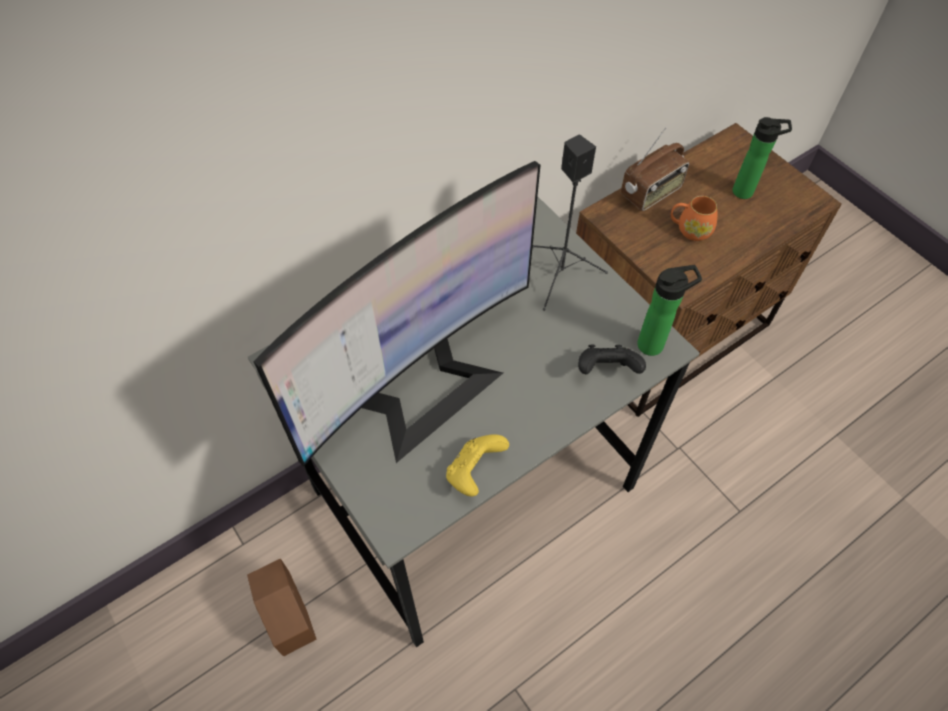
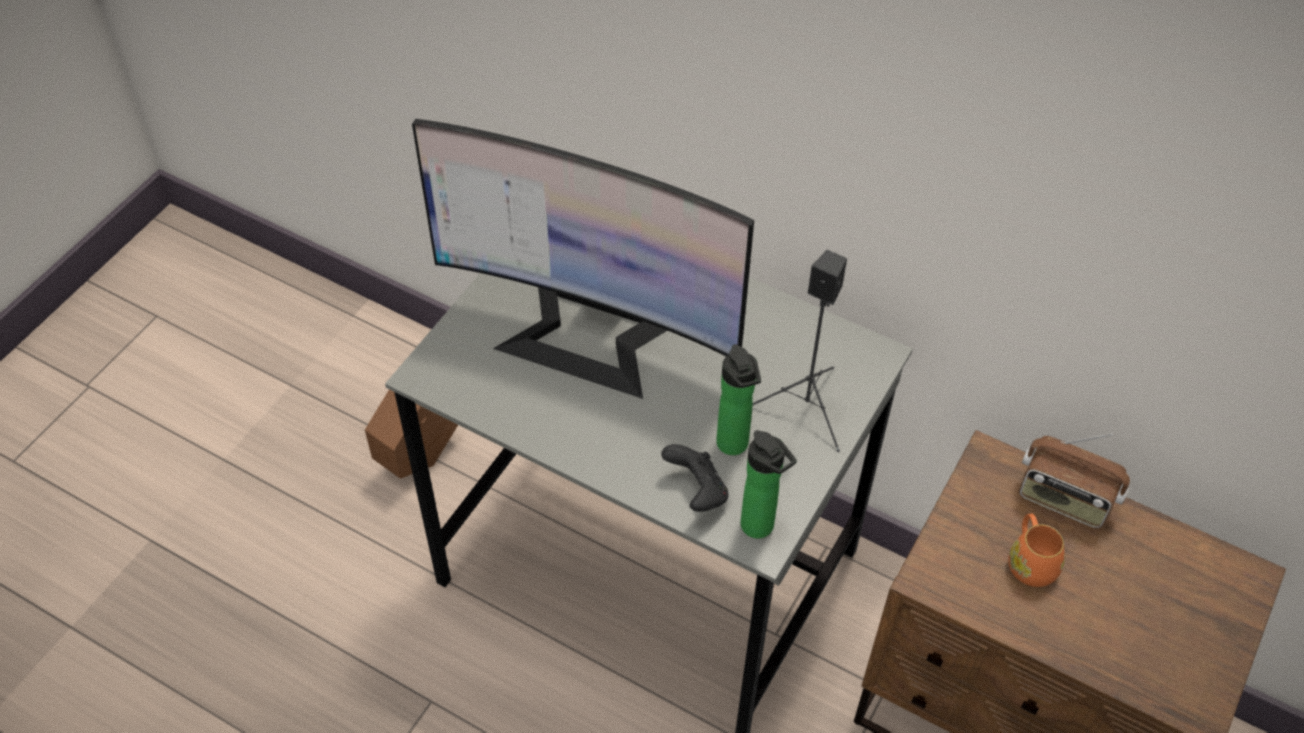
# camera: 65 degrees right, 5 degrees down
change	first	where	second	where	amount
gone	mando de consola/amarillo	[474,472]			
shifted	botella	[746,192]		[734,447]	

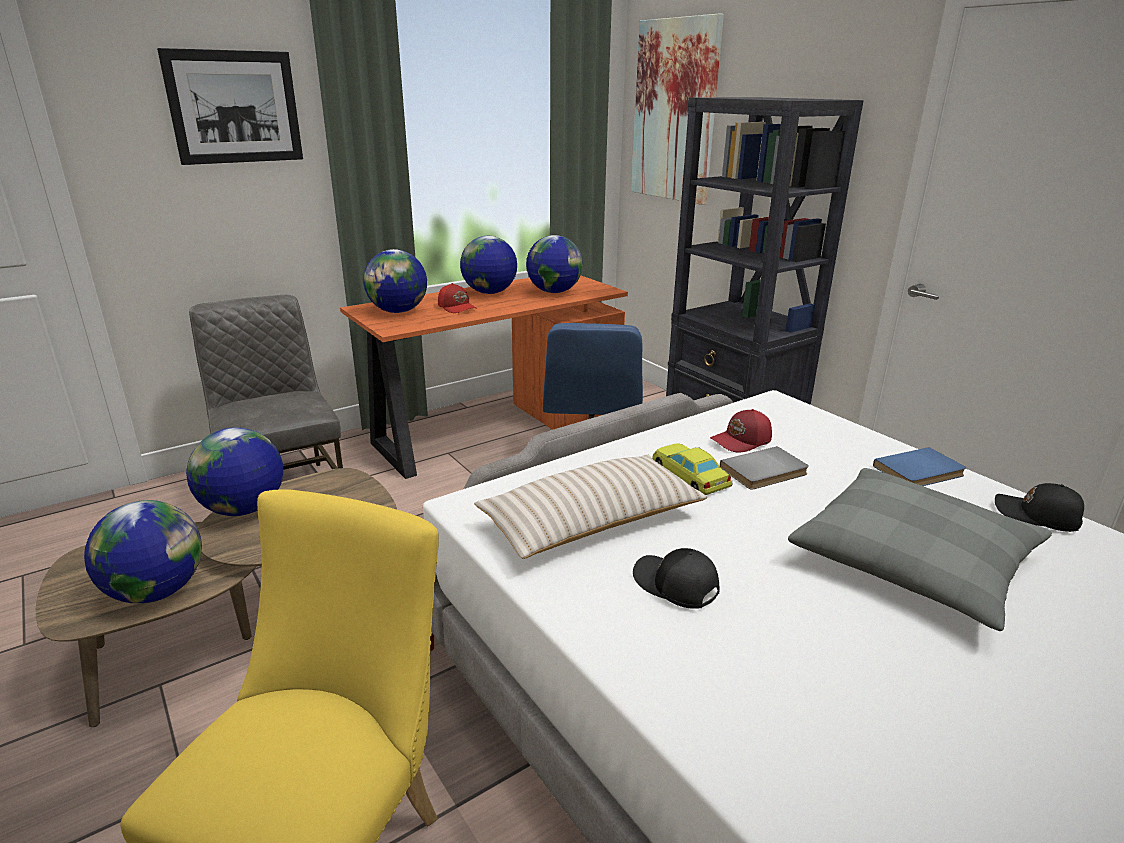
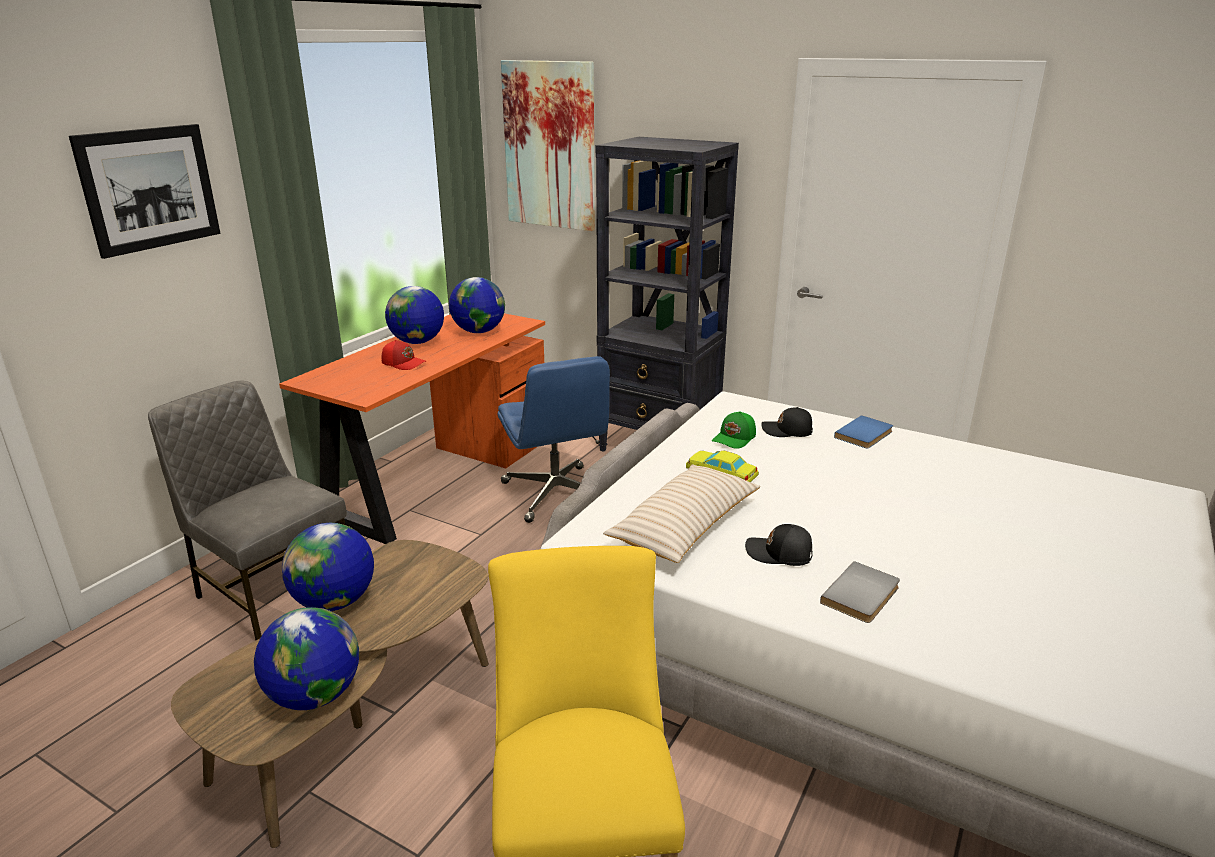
# camera: 25 degrees left, 0 degrees up
change	first	where	second	where	amount
gone	globo terráqueo	[398,311]			
gone	cojín/gris	[913,561]			
shifted	libro/gris	[765,472]		[863,596]	
shifted	gorra/negro	[1037,516]		[787,431]	
repainted	gorra/rojo	[742,441]	gorra/verde	[735,439]	

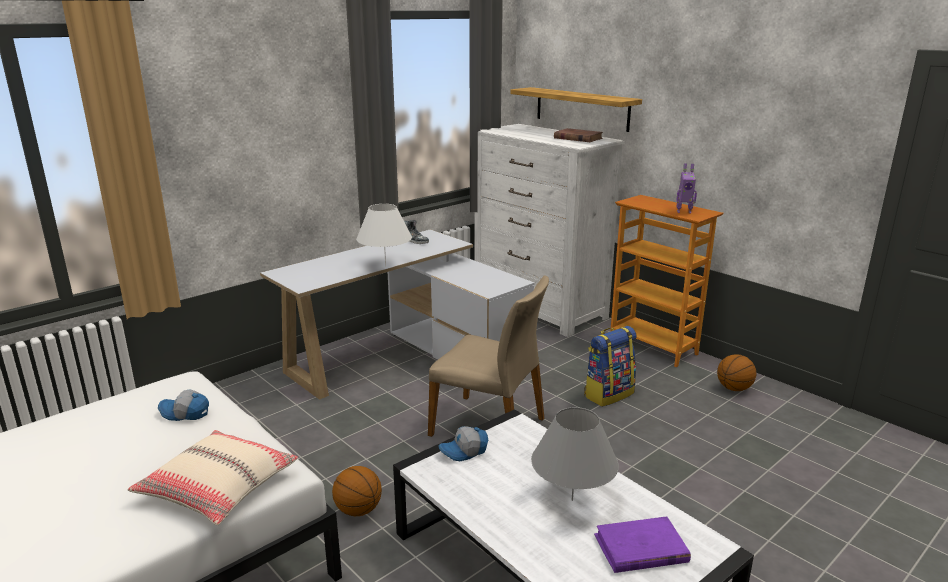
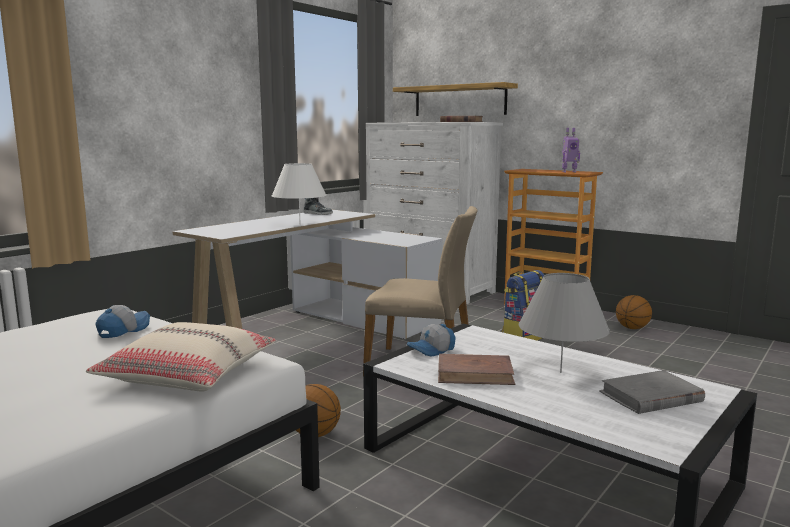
# camera: 10 degrees left, 10 degrees down
change	first	where	second	where	amount
new			libro/marrón	[475,374]	
repainted	libro/morado	[640,549]	libro/gris	[650,397]	
rotated	gorra	[185,413]		[123,330]	120 degrees clockwise

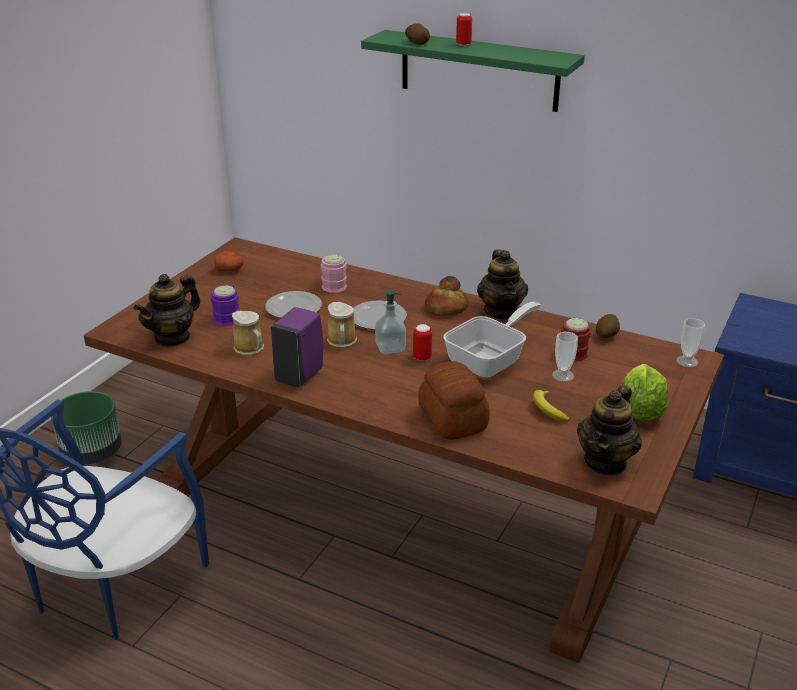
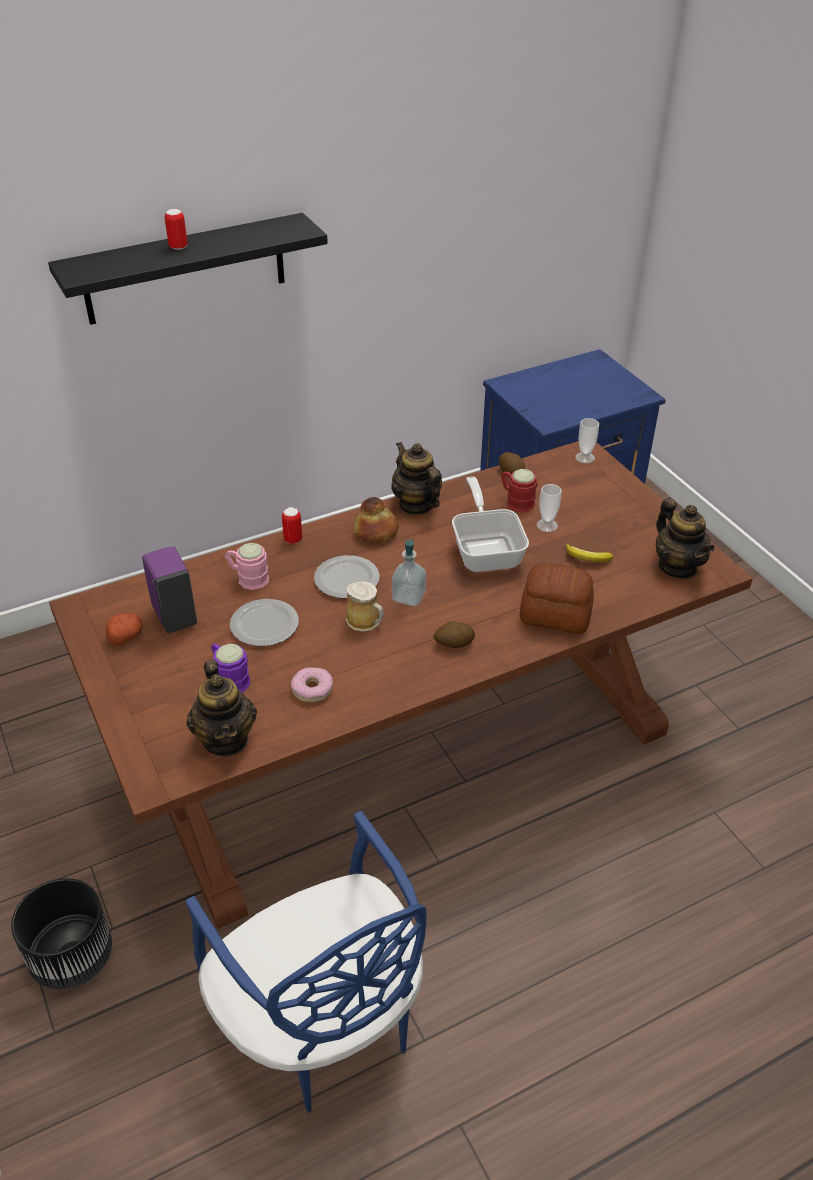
# camera: 55 degrees left, 10 degrees up
change	first	where	second	where	amount
gone	lechuga	[639,411]			
shifted	dispensador de jabón/morado	[300,375]		[174,616]	
shifted	patata	[416,43]		[454,643]	
shifted	lata	[422,358]		[293,540]	
swapped	taza grande	[250,348]	rosquilla	[312,689]	
repainted	maceta/verde	[92,453]	maceta/negro	[71,956]	
repainted	estante/verde	[479,70]	estante/negro	[185,269]	
rotated	tetera	[501,311]		[416,504]	150 degrees counterclockwise

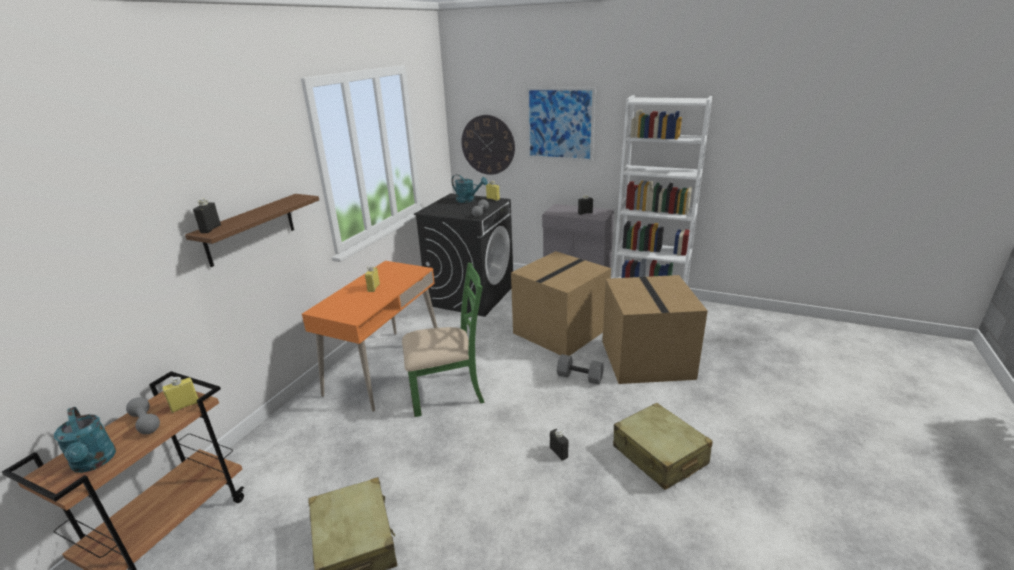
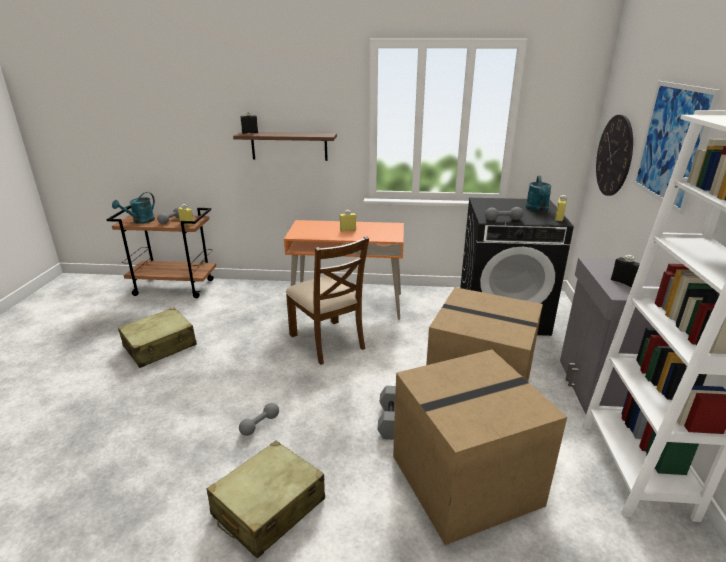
# camera: 70 degrees right, 0 degrees up
change	first	where	second	where	amount
swapped	botella/negro	[558,452]	mancuerna/gris	[260,424]	
repainted	silla/verde	[447,392]	silla/marrón	[328,341]	

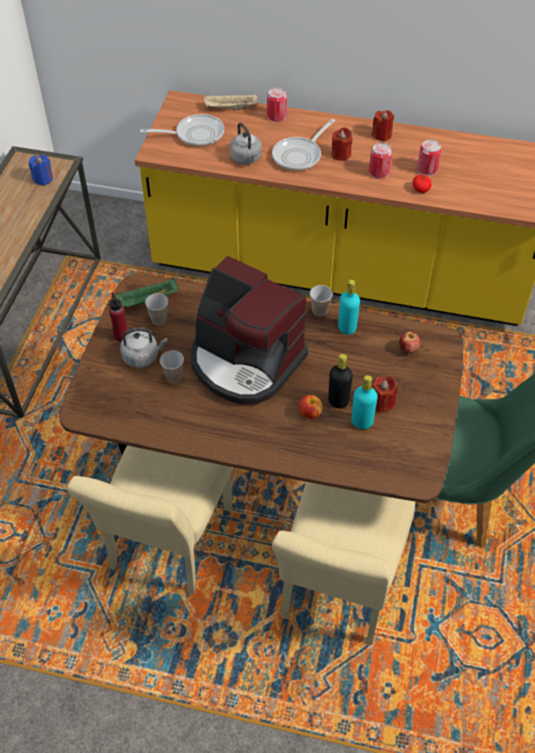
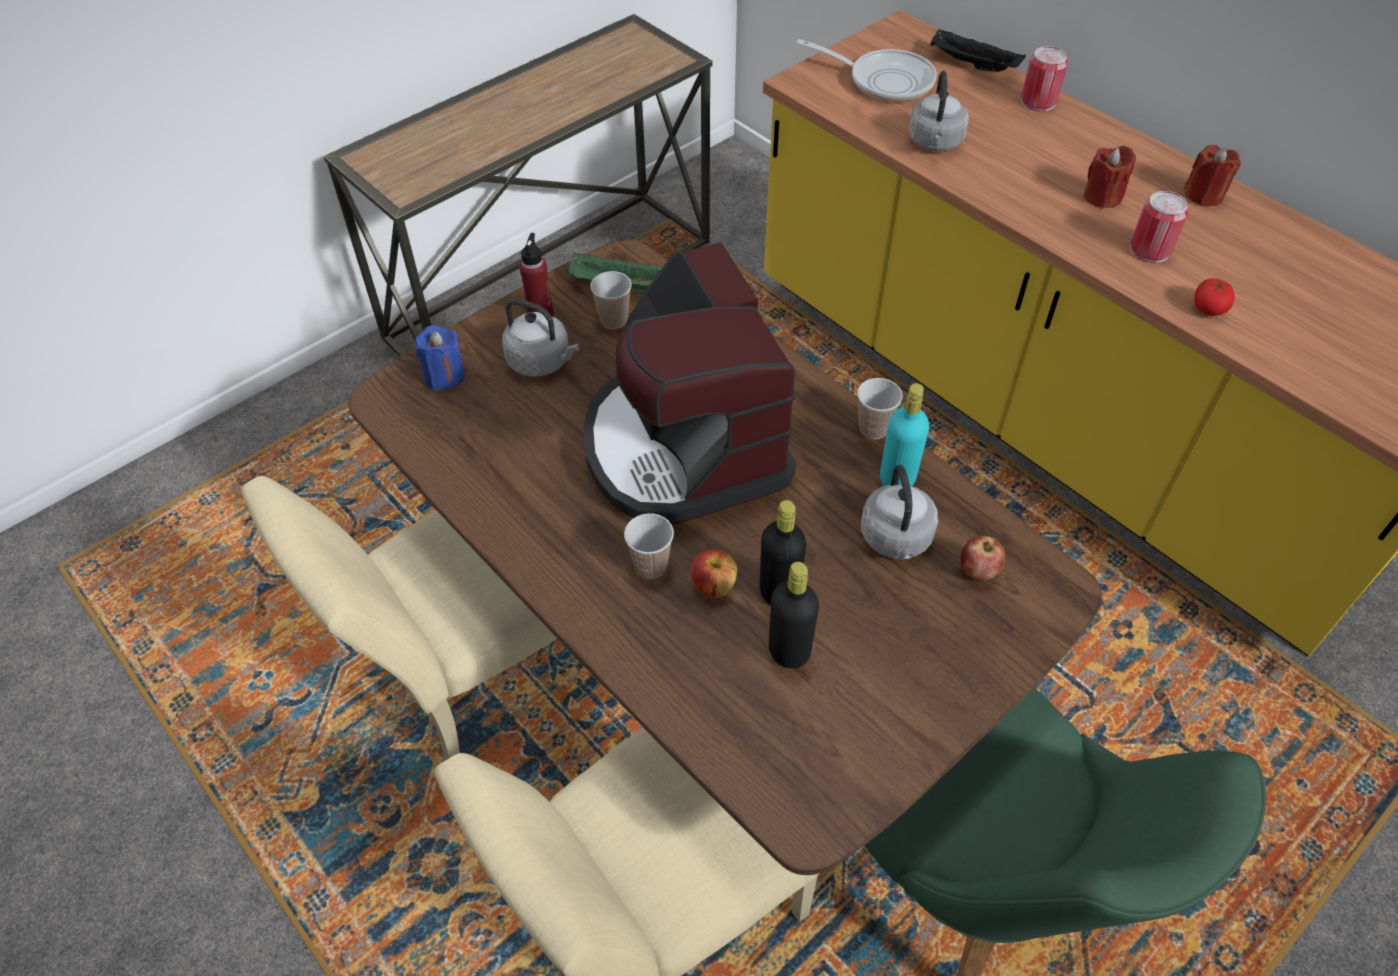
# camera: 35 degrees right, 0 degrees up
change	first	where	second	where	amount
gone	sartén	[299,155]			
gone	vela/rojo	[382,403]			
gone	lata	[427,169]			
new			hervidor/gris	[896,540]	
shifted	vela/azul	[43,179]		[444,375]	
shifted	taza	[174,377]		[651,565]	
repainted	bandeja/beis	[230,108]	bandeja/negro	[971,65]	
repainted	botella/turquesa	[362,422]	botella/negro	[789,651]	

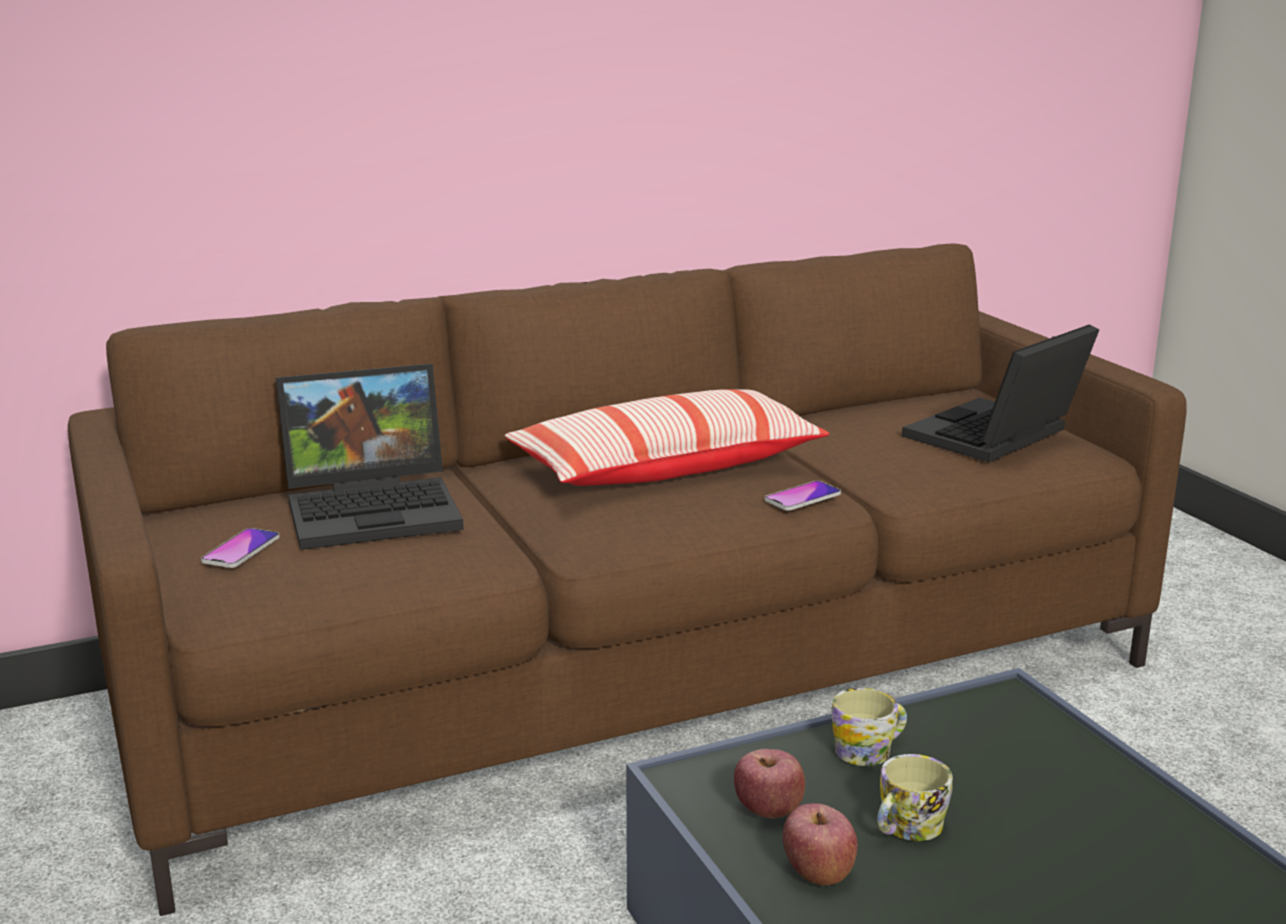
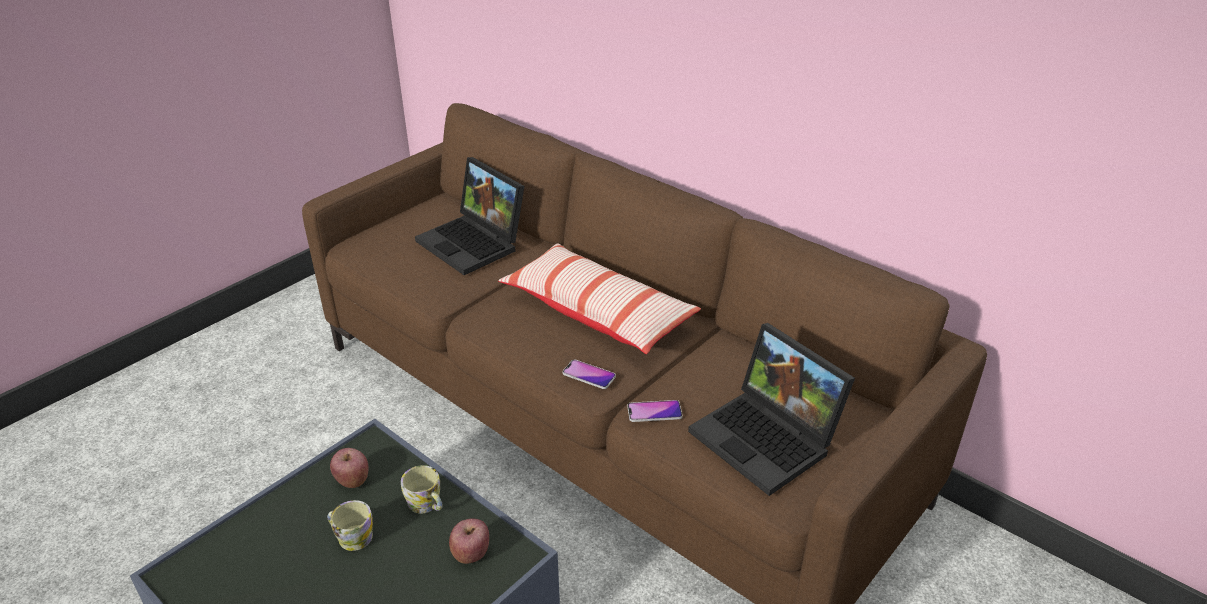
# camera: 65 degrees right, 15 degrees up
change	first	where	second	where	amount
shifted	móvil	[241,550]		[654,412]	
shifted	manzana	[818,872]		[471,553]	
rotated	portátil	[995,438]		[768,439]	150 degrees counterclockwise

